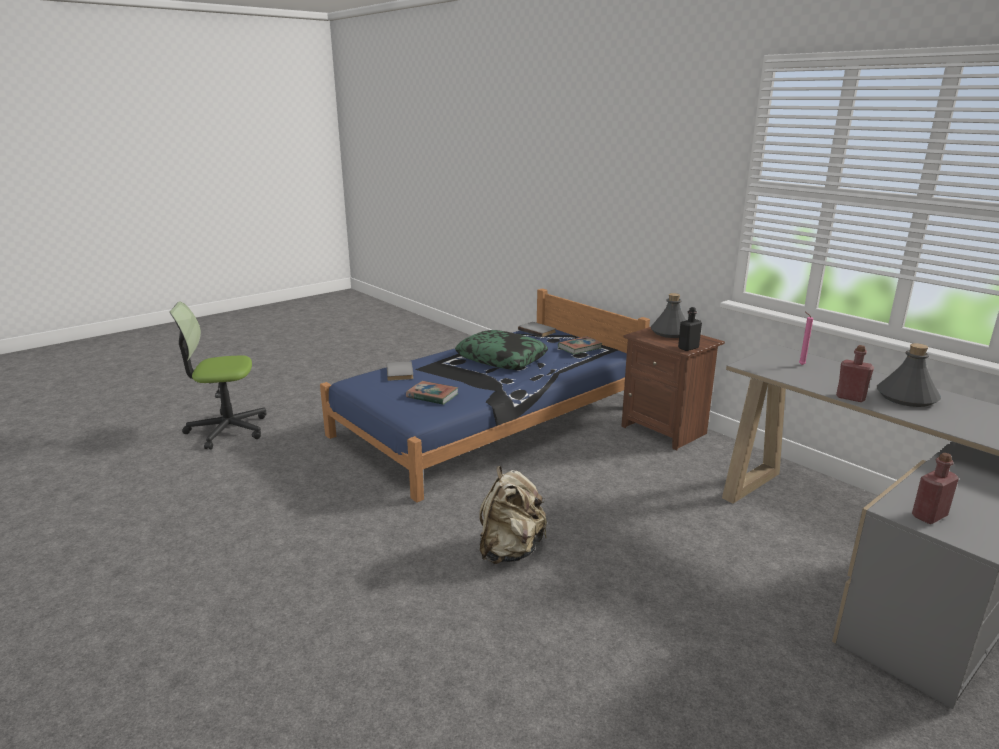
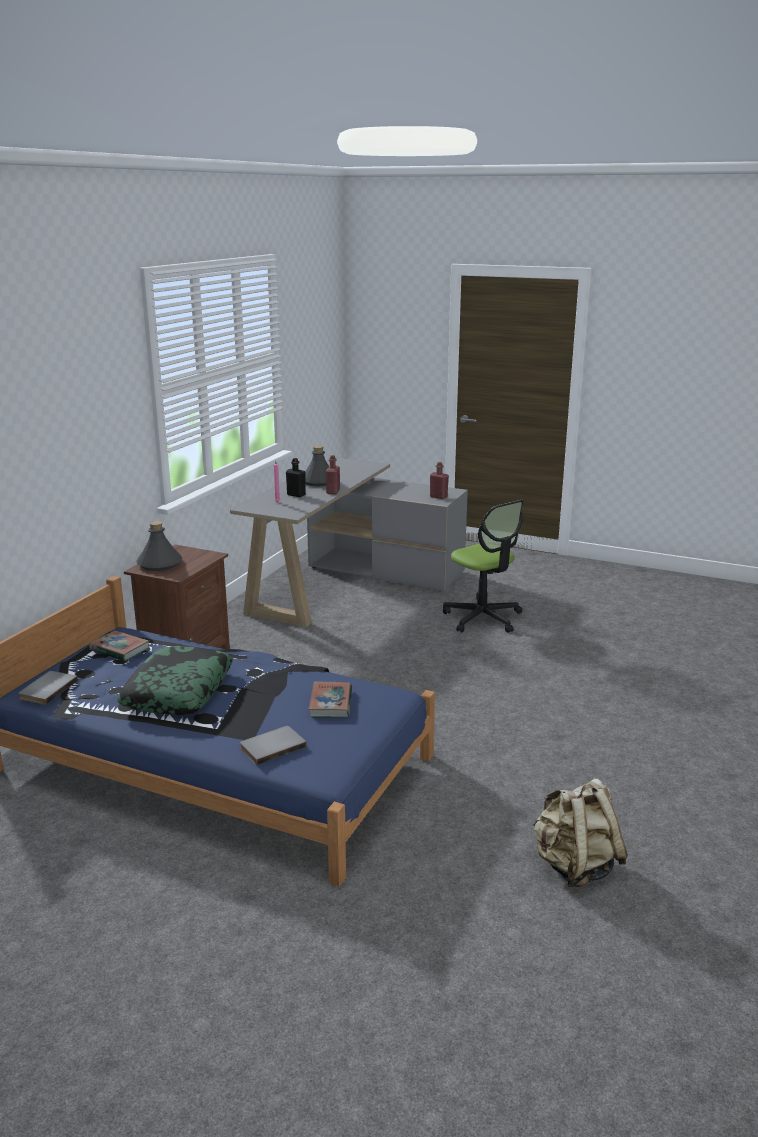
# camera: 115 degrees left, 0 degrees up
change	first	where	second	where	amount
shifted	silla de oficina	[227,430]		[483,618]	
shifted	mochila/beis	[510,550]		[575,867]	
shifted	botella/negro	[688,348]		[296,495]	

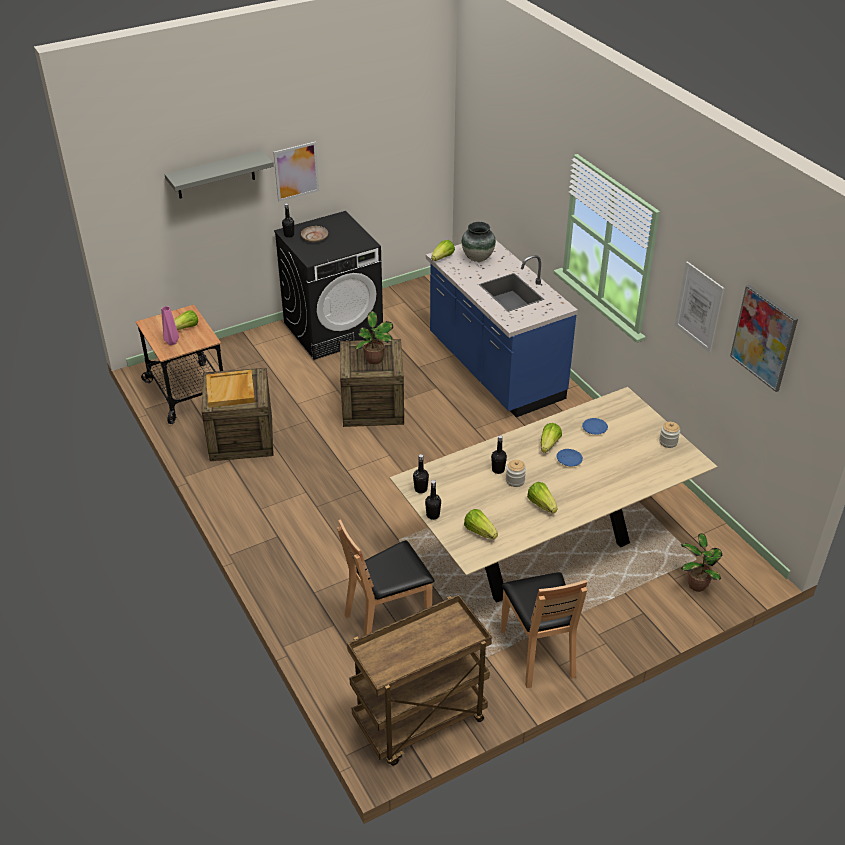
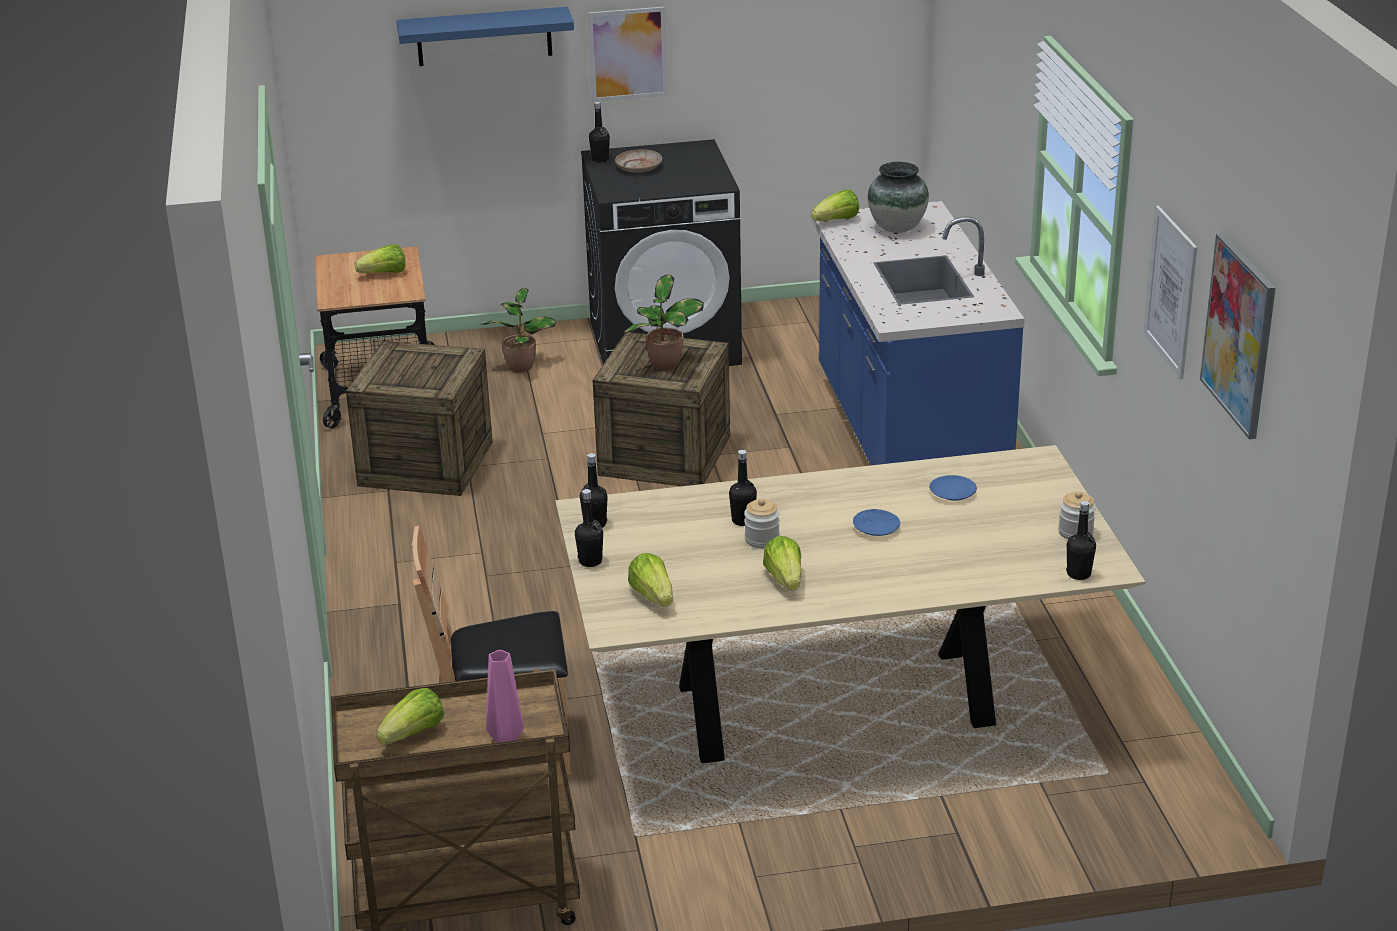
# camera: 20 degrees right, 10 degrees down
change	first	where	second	where	amount
gone	bandeja/beis	[231,391]			
gone	silla/marrón	[538,652]			
new			botella/negro	[1078,574]	
shifted	florero/rosa	[172,343]		[506,739]	
shifted	lechuga	[549,445]		[414,734]	
shifted	planta en maceta	[696,584]		[520,365]	
repainted	estante/gris	[215,175]	estante/azul	[484,36]	

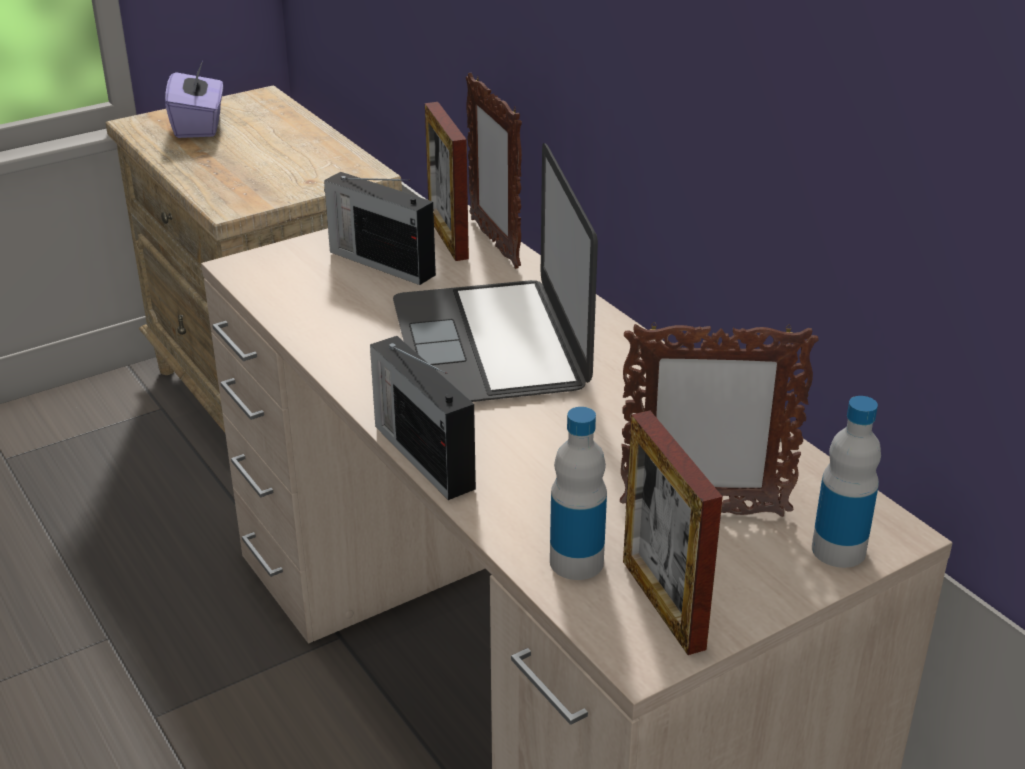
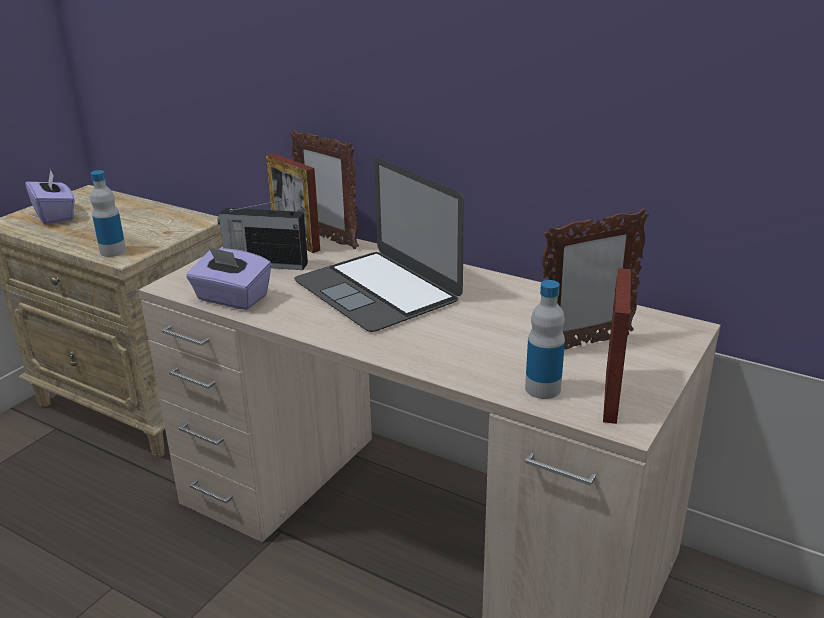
# camera: 25 degrees left, 5 degrees down
change	first	where	second	where	amount
gone	radio	[422,455]			
new			caja de pañuelos/morado	[232,299]	
shifted	botella	[838,550]		[113,251]	
rotated	portarretratos	[663,604]		[611,395]	120 degrees counterclockwise

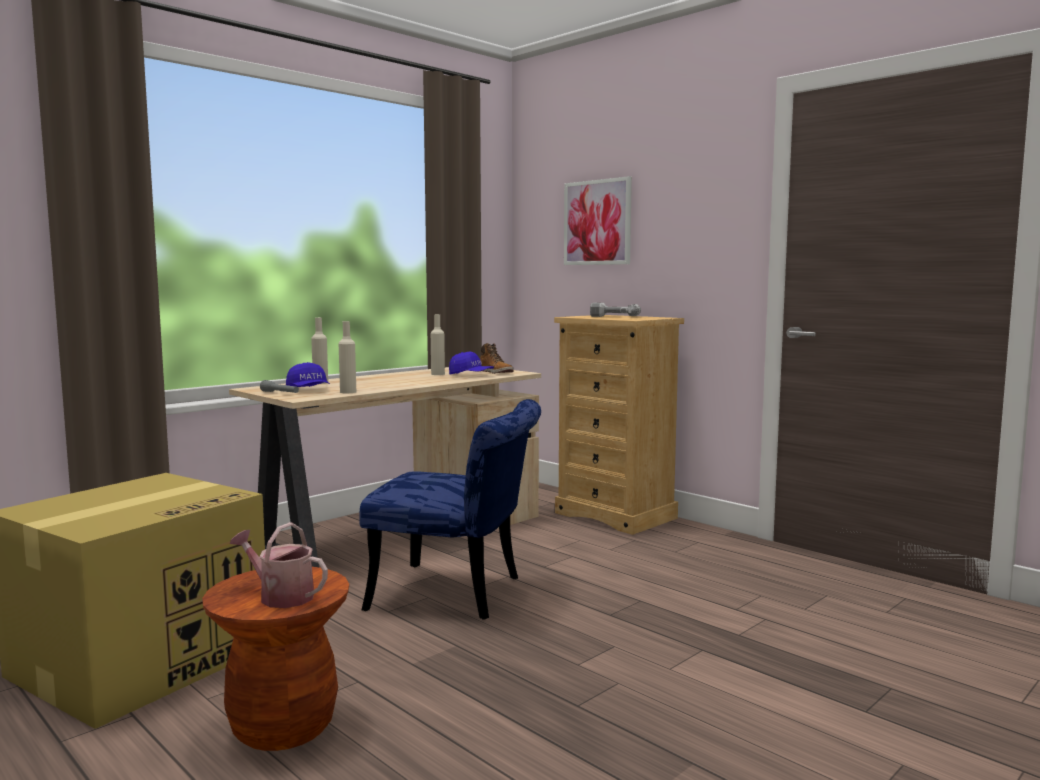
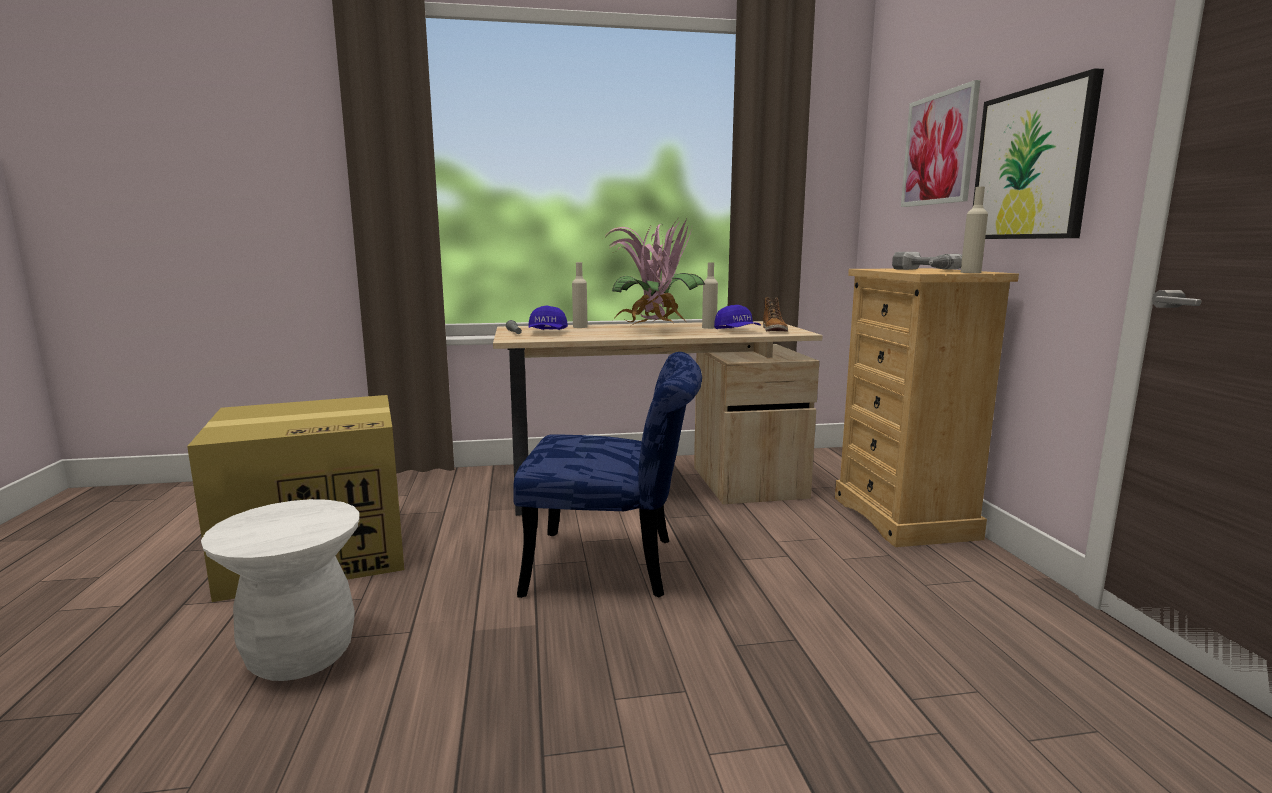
# camera: 35 degrees right, 5 degrees up
change	first	where	second	where	amount
gone	regadera	[281,596]			
new			planta en maceta	[654,331]	
new			cuadro	[1032,164]	
shifted	botella/beis	[348,392]		[970,272]	
repainted	taburete/marrón	[283,726]	taburete/blanco	[300,655]	
rotated	silla/azul	[459,594]		[616,566]	45 degrees counterclockwise

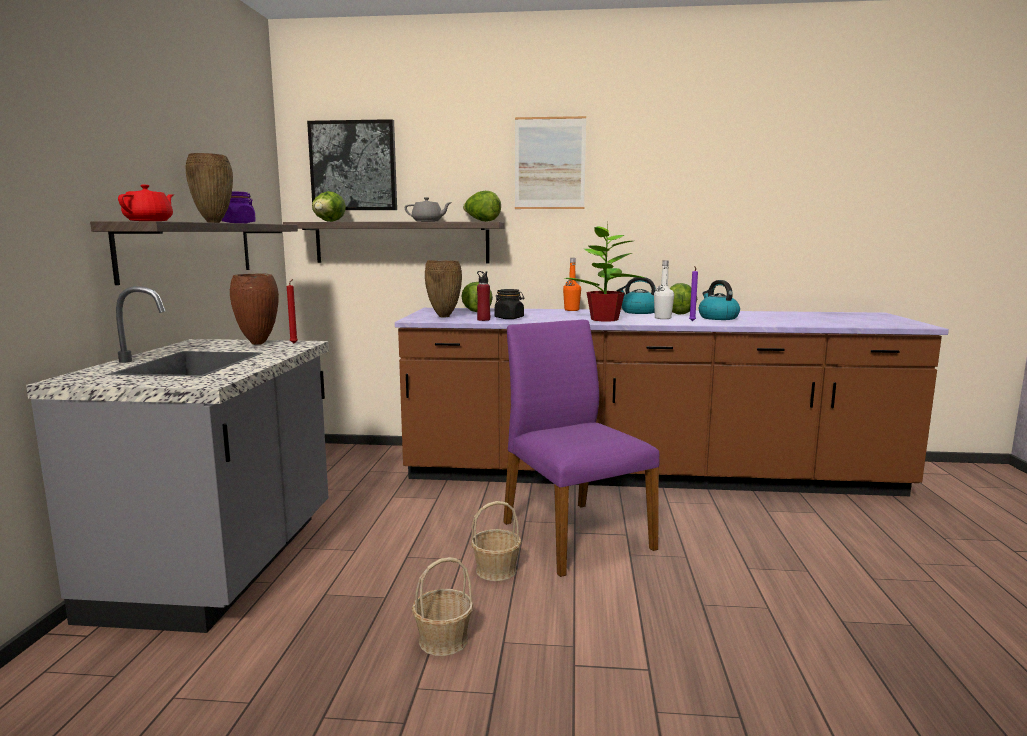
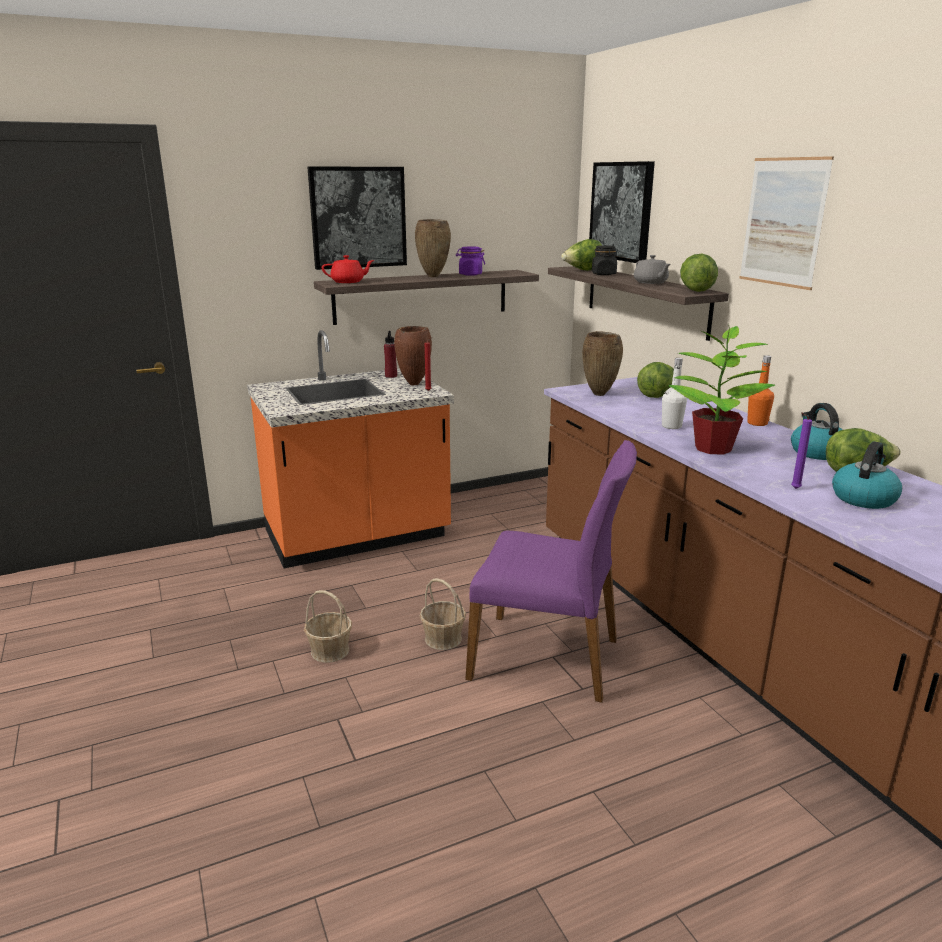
# camera: 60 degrees right, 10 degrees up
change	first	where	second	where	amount
new			cuadro	[358,217]	
shifted	botella/rojo	[483,320]		[391,376]	
shifted	tarro/negro	[509,318]		[603,274]	
shifted	botella/blanco	[662,318]		[671,426]	
repainted	mueble bajo de cocina/gris	[222,564]	mueble bajo de cocina/naranja	[357,536]	
rotated	silla/morado	[573,535]		[547,657]	75 degrees clockwise

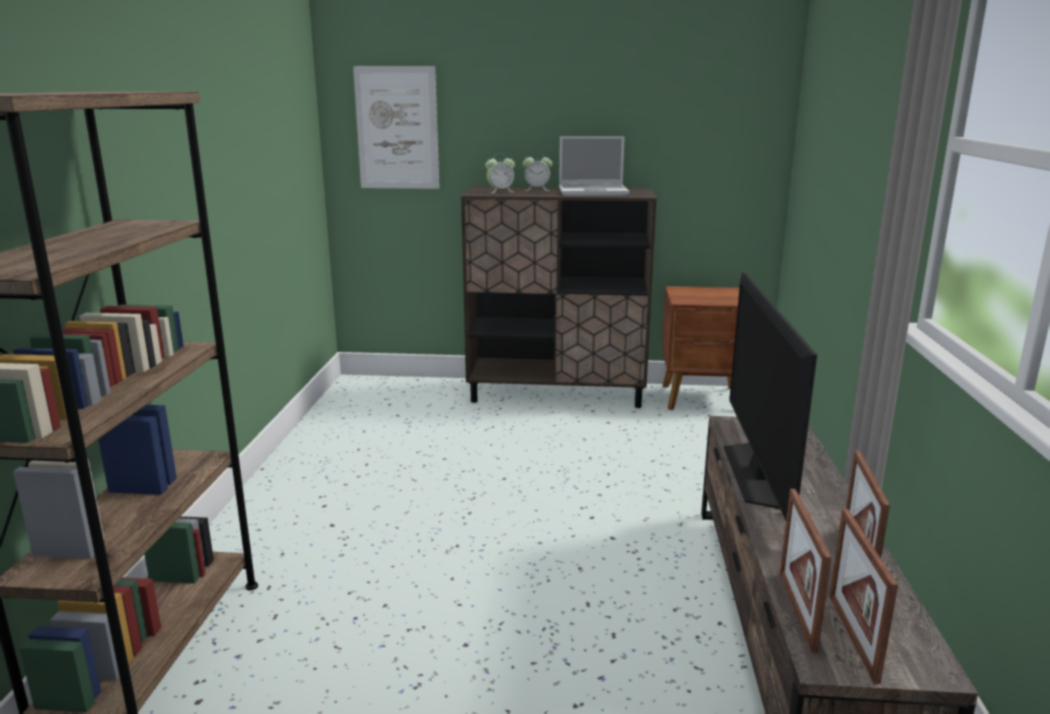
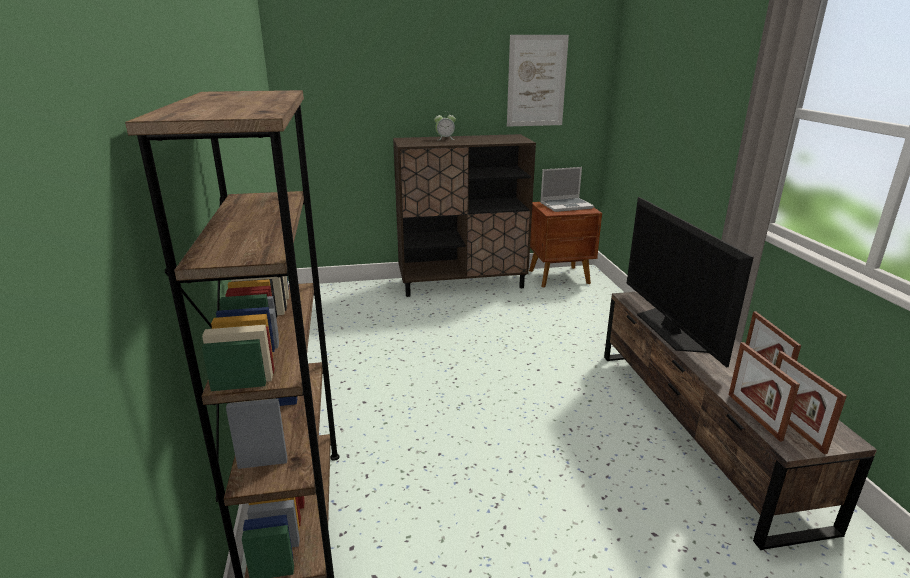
# camera: 15 degrees left, 5 degrees up
change	first	where	second	where	amount
gone	despertador	[500,191]			
shifted	cuadro	[397,128]		[536,81]	
shifted	portátil	[593,192]		[566,205]	

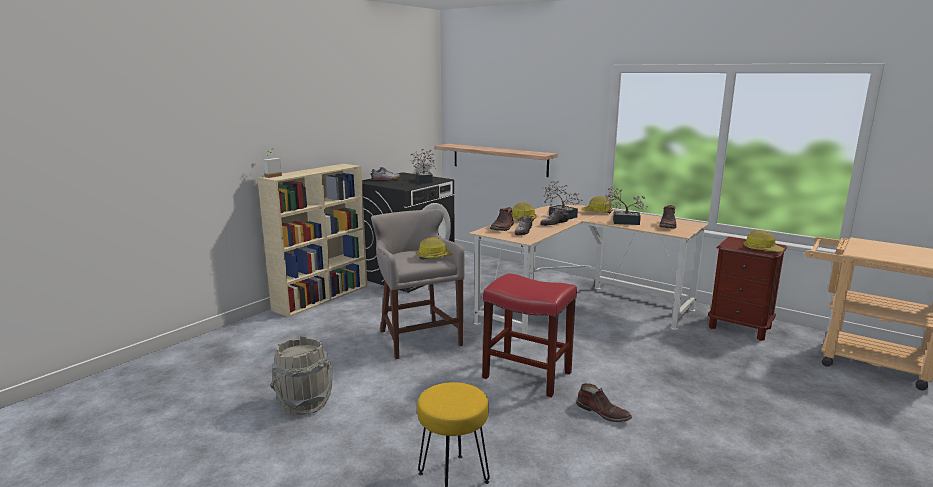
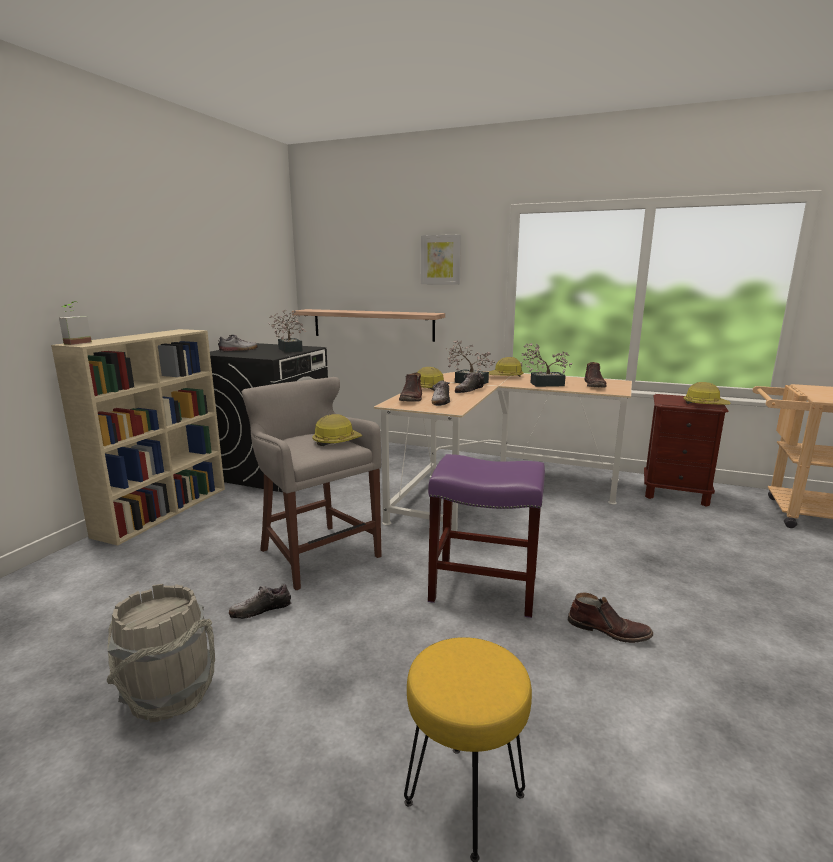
# camera: 15 degrees left, 0 degrees up
change	first	where	second	where	amount
new			zapato	[260,610]	
new			cuadro	[441,260]	
repainted	taburete/rojo	[526,375]	taburete/morado	[482,588]	

